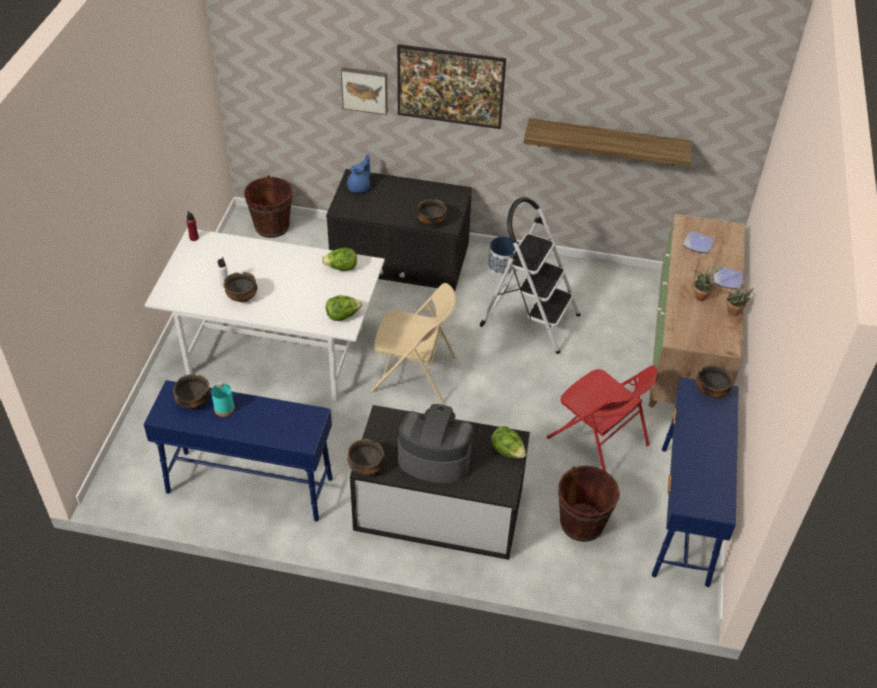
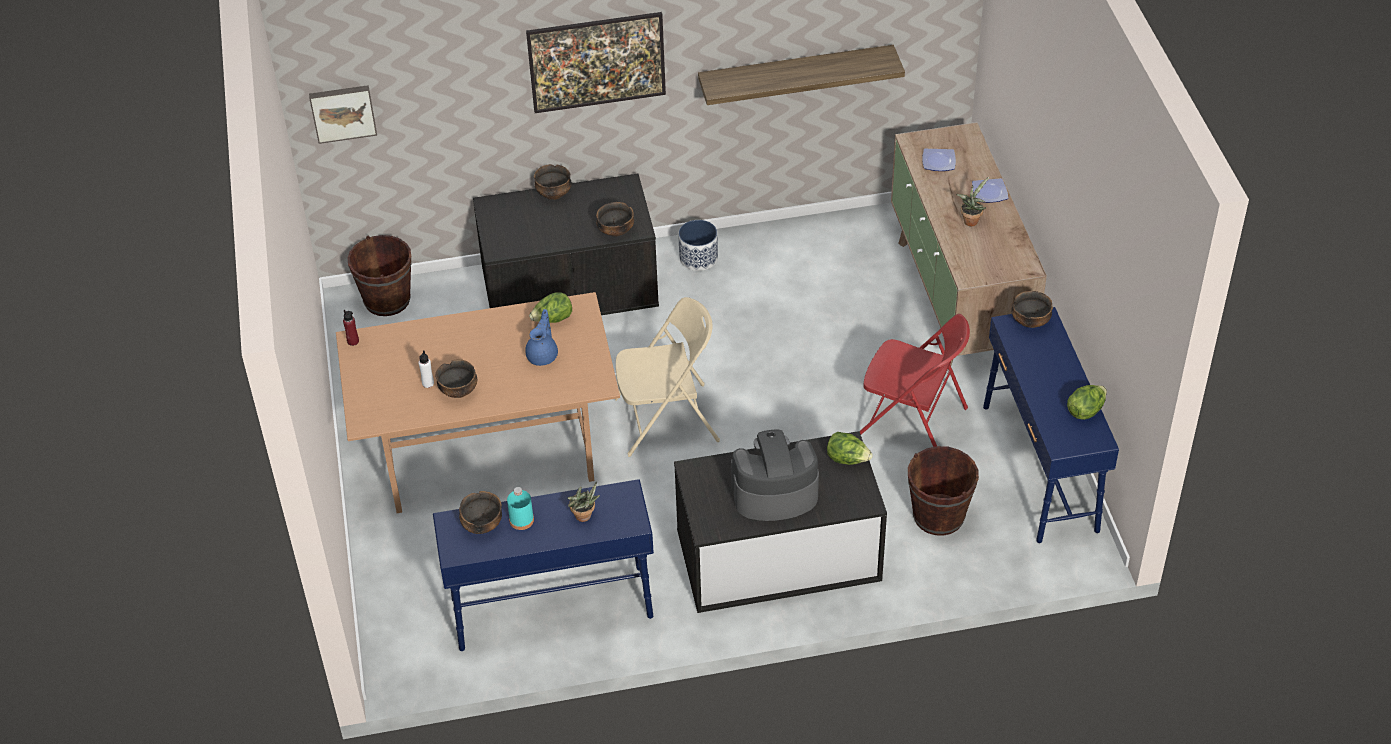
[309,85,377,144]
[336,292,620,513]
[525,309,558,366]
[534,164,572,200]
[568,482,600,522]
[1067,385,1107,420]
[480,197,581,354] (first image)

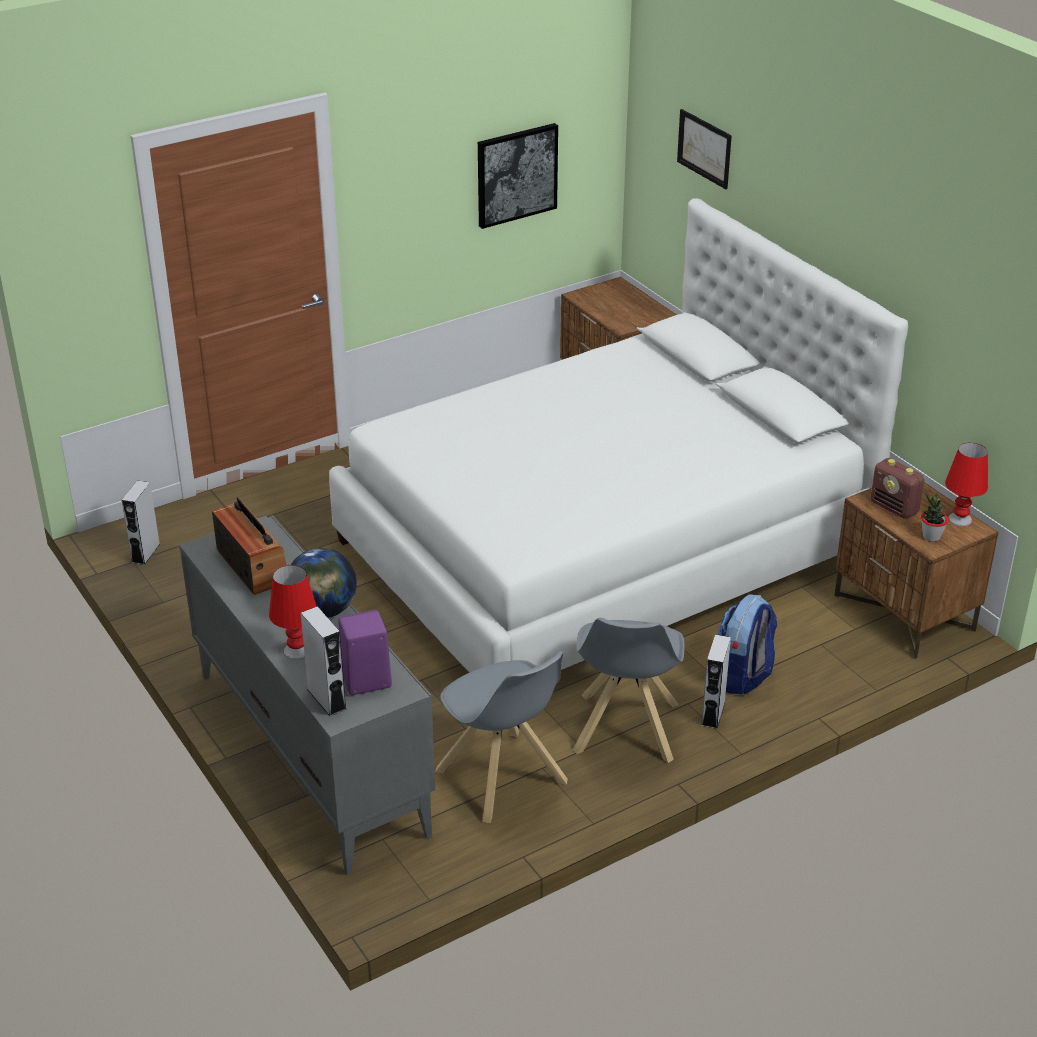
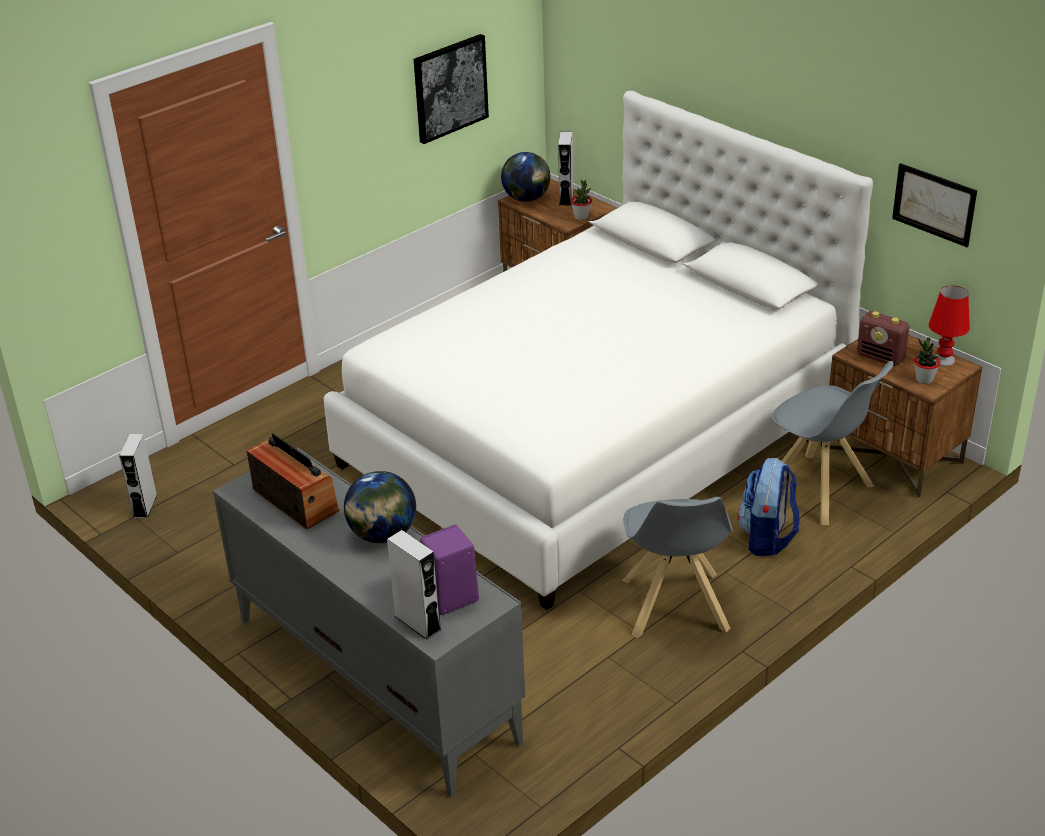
[501,152,550,202]
[558,132,574,205]
[571,180,592,220]
[772,361,893,525]
[892,163,977,247]
[269,565,317,660] (first image)

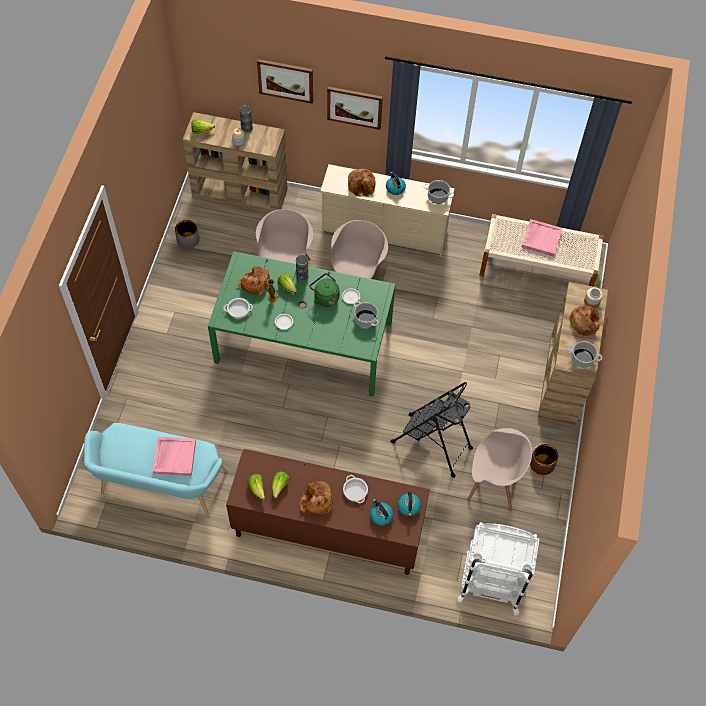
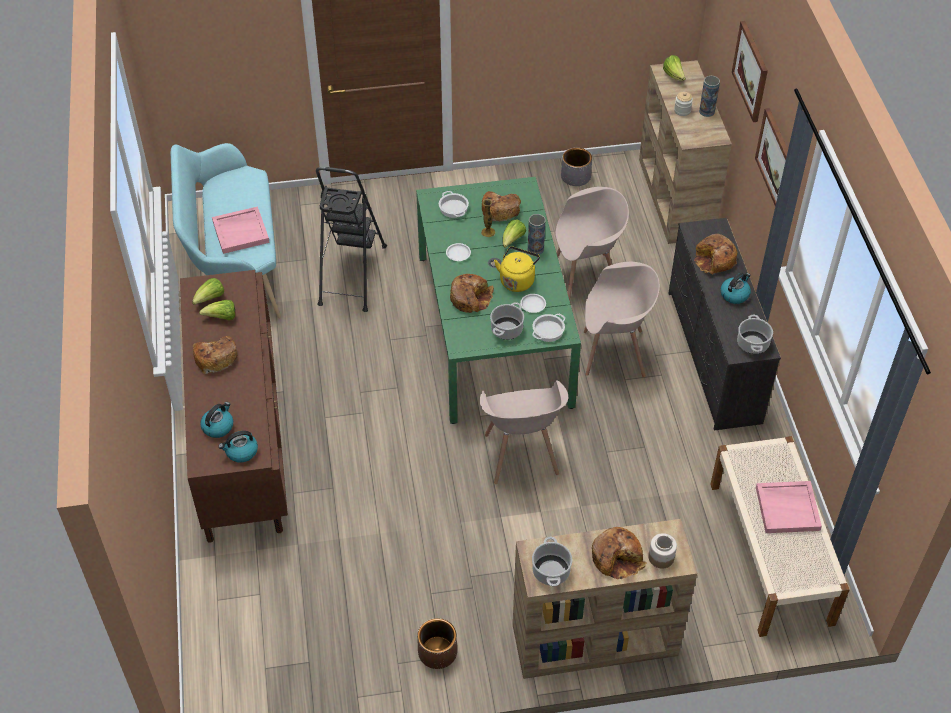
[316,167,387,312]
[450,274,494,313]
[480,380,568,484]
[494,246,540,292]
[532,313,566,342]
[668,218,781,431]
[457,522,539,616] (first image)

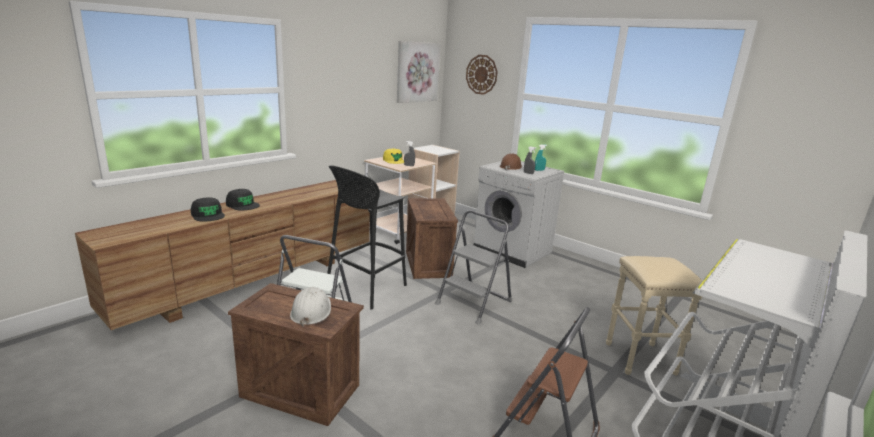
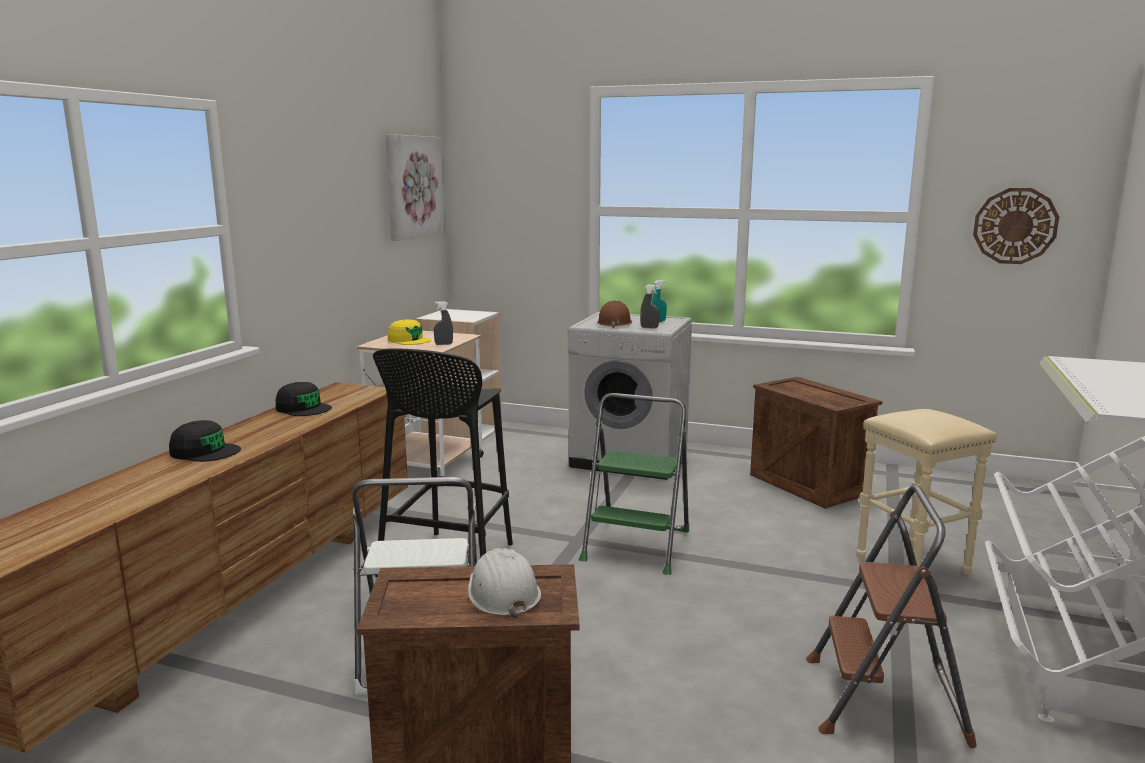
[276,382,332,416]
[579,393,689,575]
[750,377,882,508]
[973,188,1059,264]

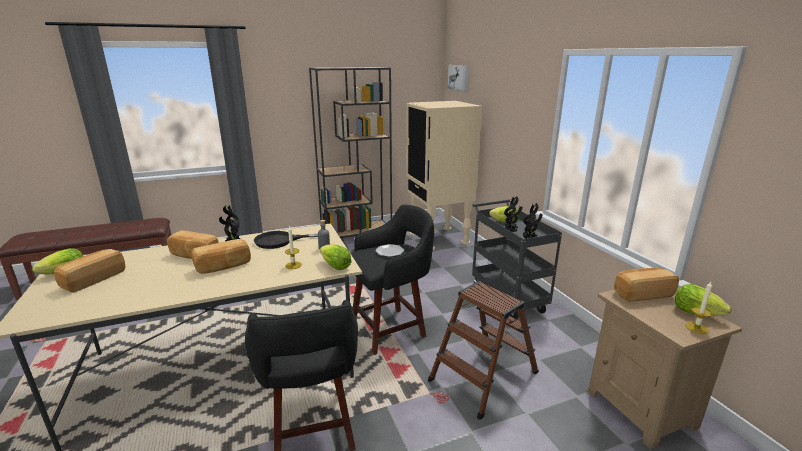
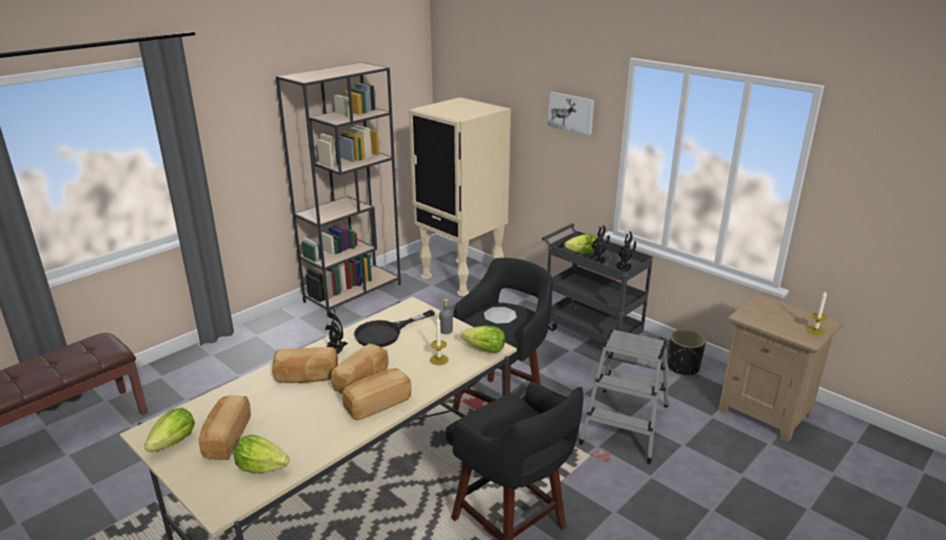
[234,435,290,473]
[342,368,412,421]
[548,92,594,136]
[579,329,669,464]
[667,329,706,377]

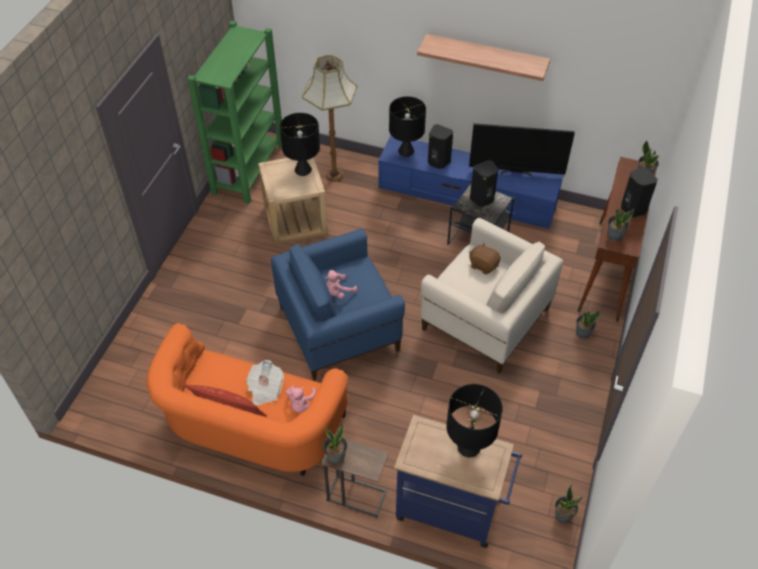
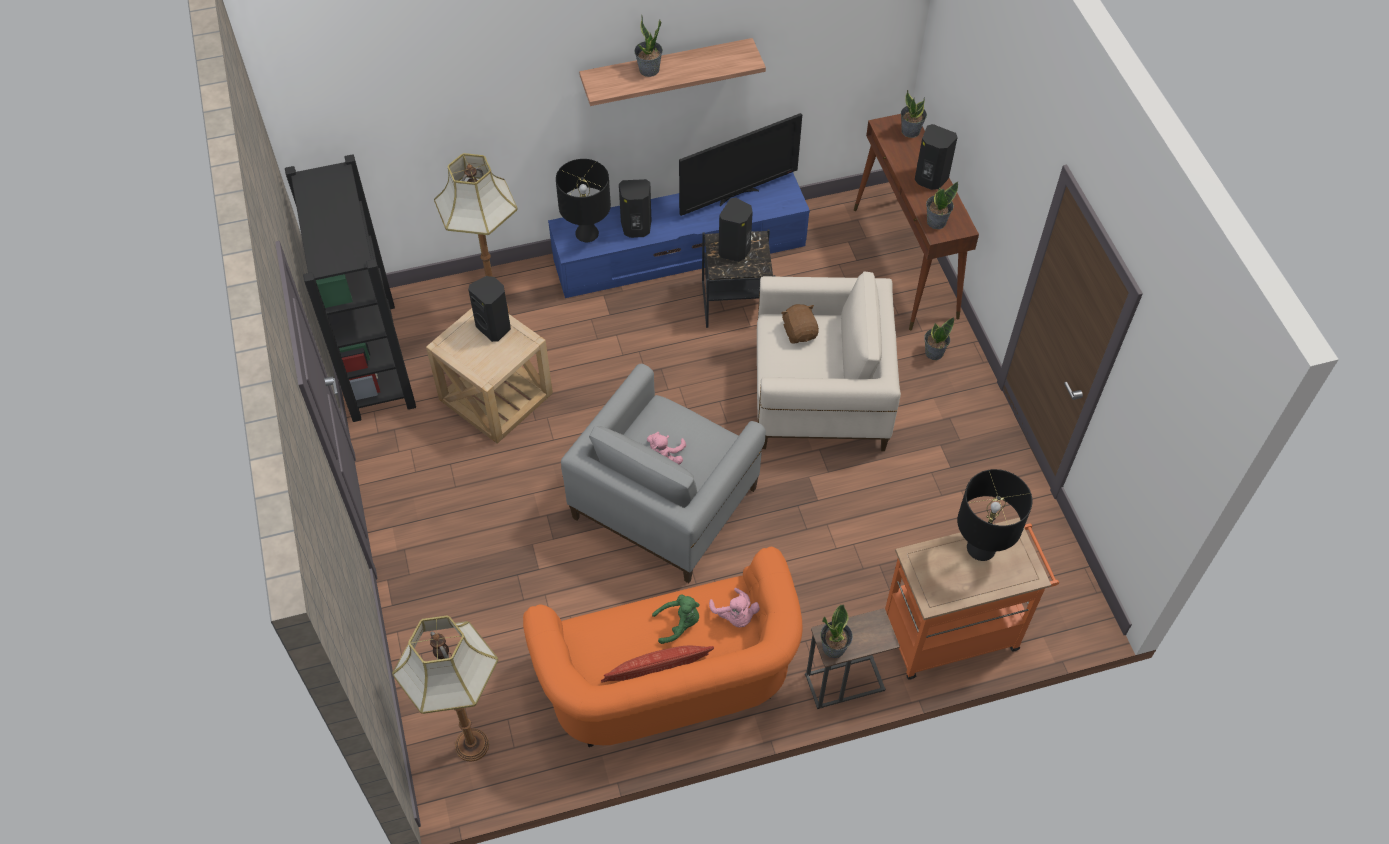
[285,154,416,422]
[392,615,498,762]
[468,276,511,342]
[561,364,766,583]
[634,14,663,77]
[652,594,700,644]
[781,304,819,344]
[885,518,1059,680]

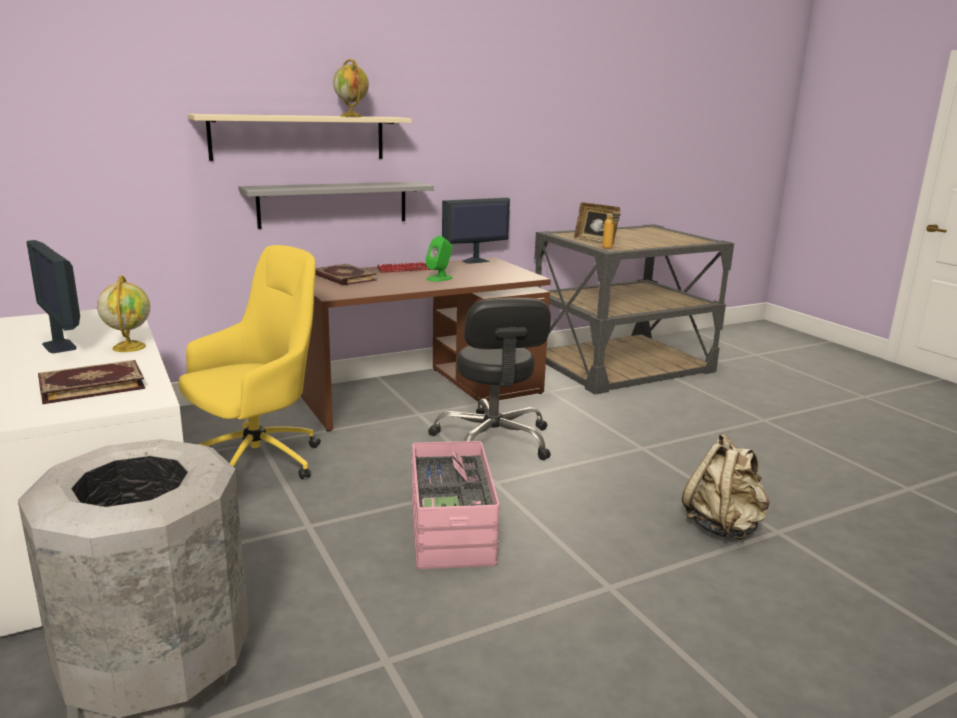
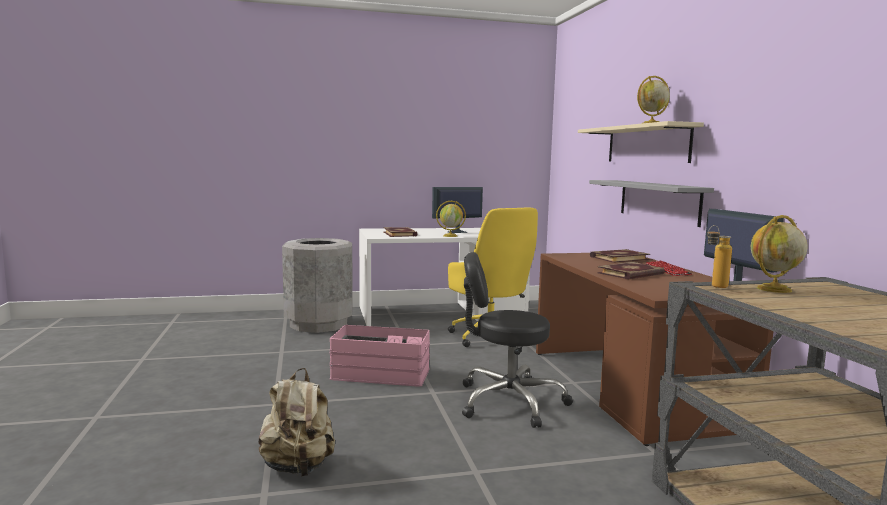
[597,262,665,280]
[751,215,807,293]

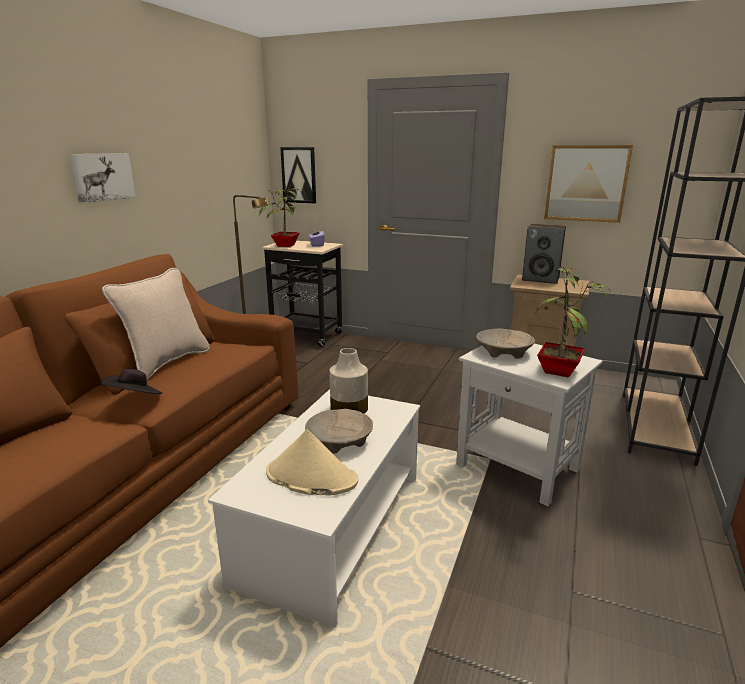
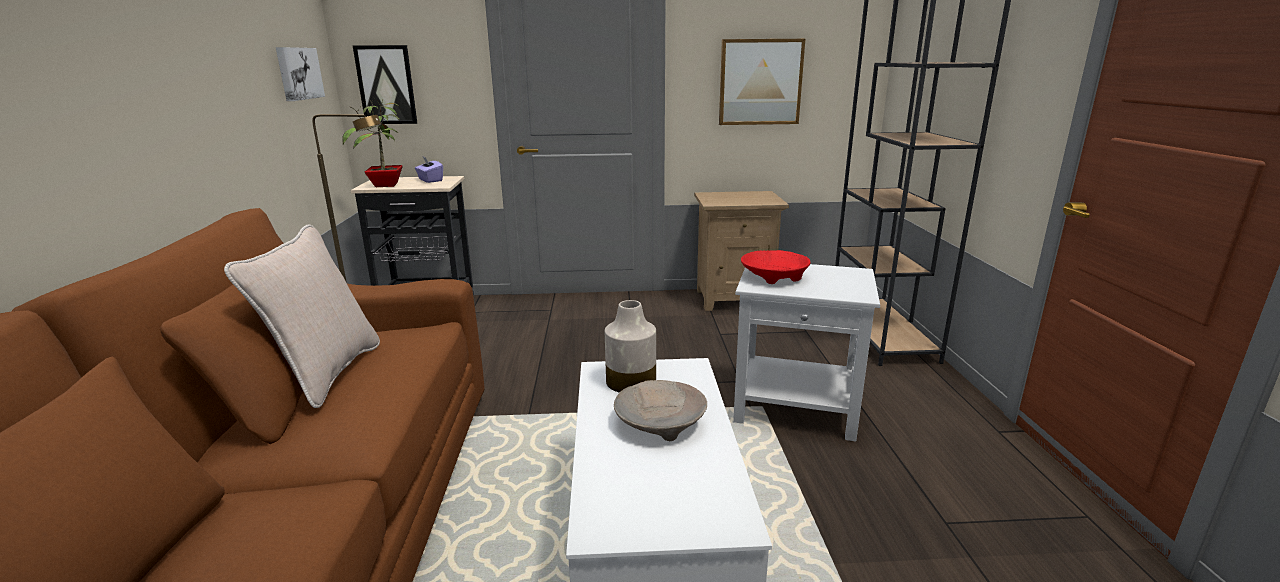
[276,47,325,101]
[741,250,811,284]
[101,369,162,394] (first image)
[266,429,358,495] (first image)
[522,224,566,284] (first image)
[536,266,611,377] (first image)

